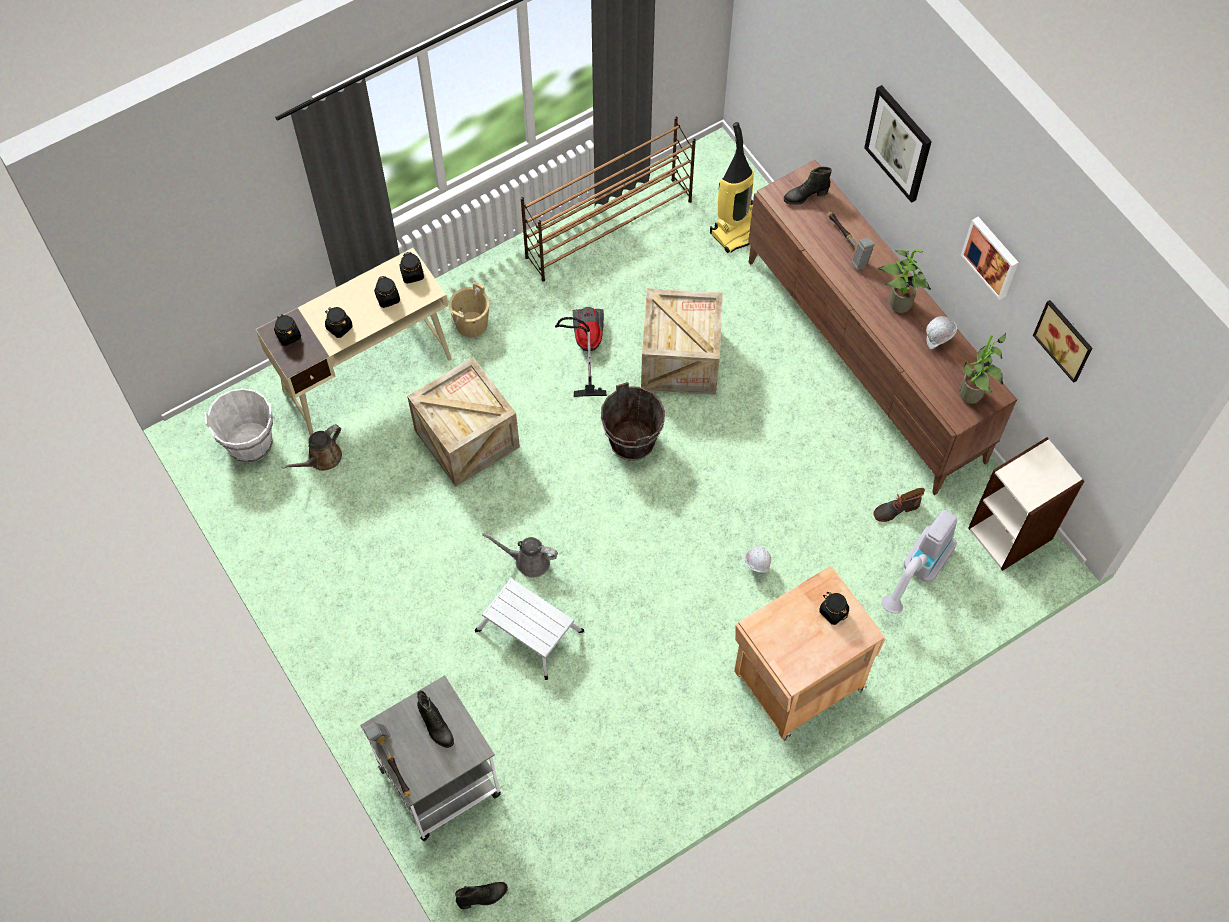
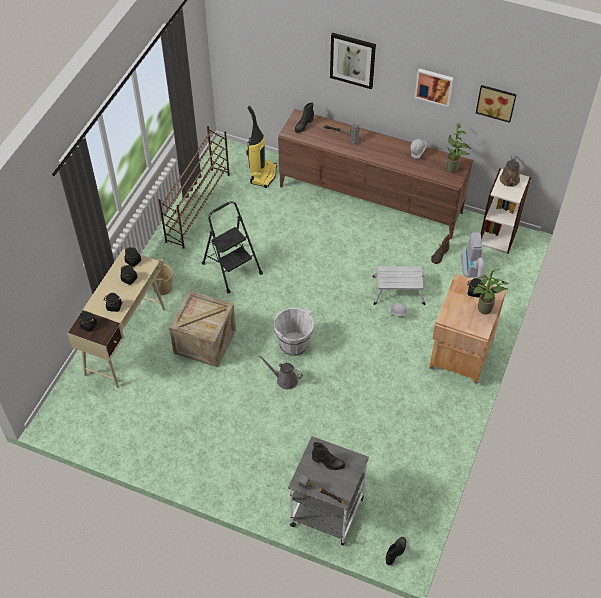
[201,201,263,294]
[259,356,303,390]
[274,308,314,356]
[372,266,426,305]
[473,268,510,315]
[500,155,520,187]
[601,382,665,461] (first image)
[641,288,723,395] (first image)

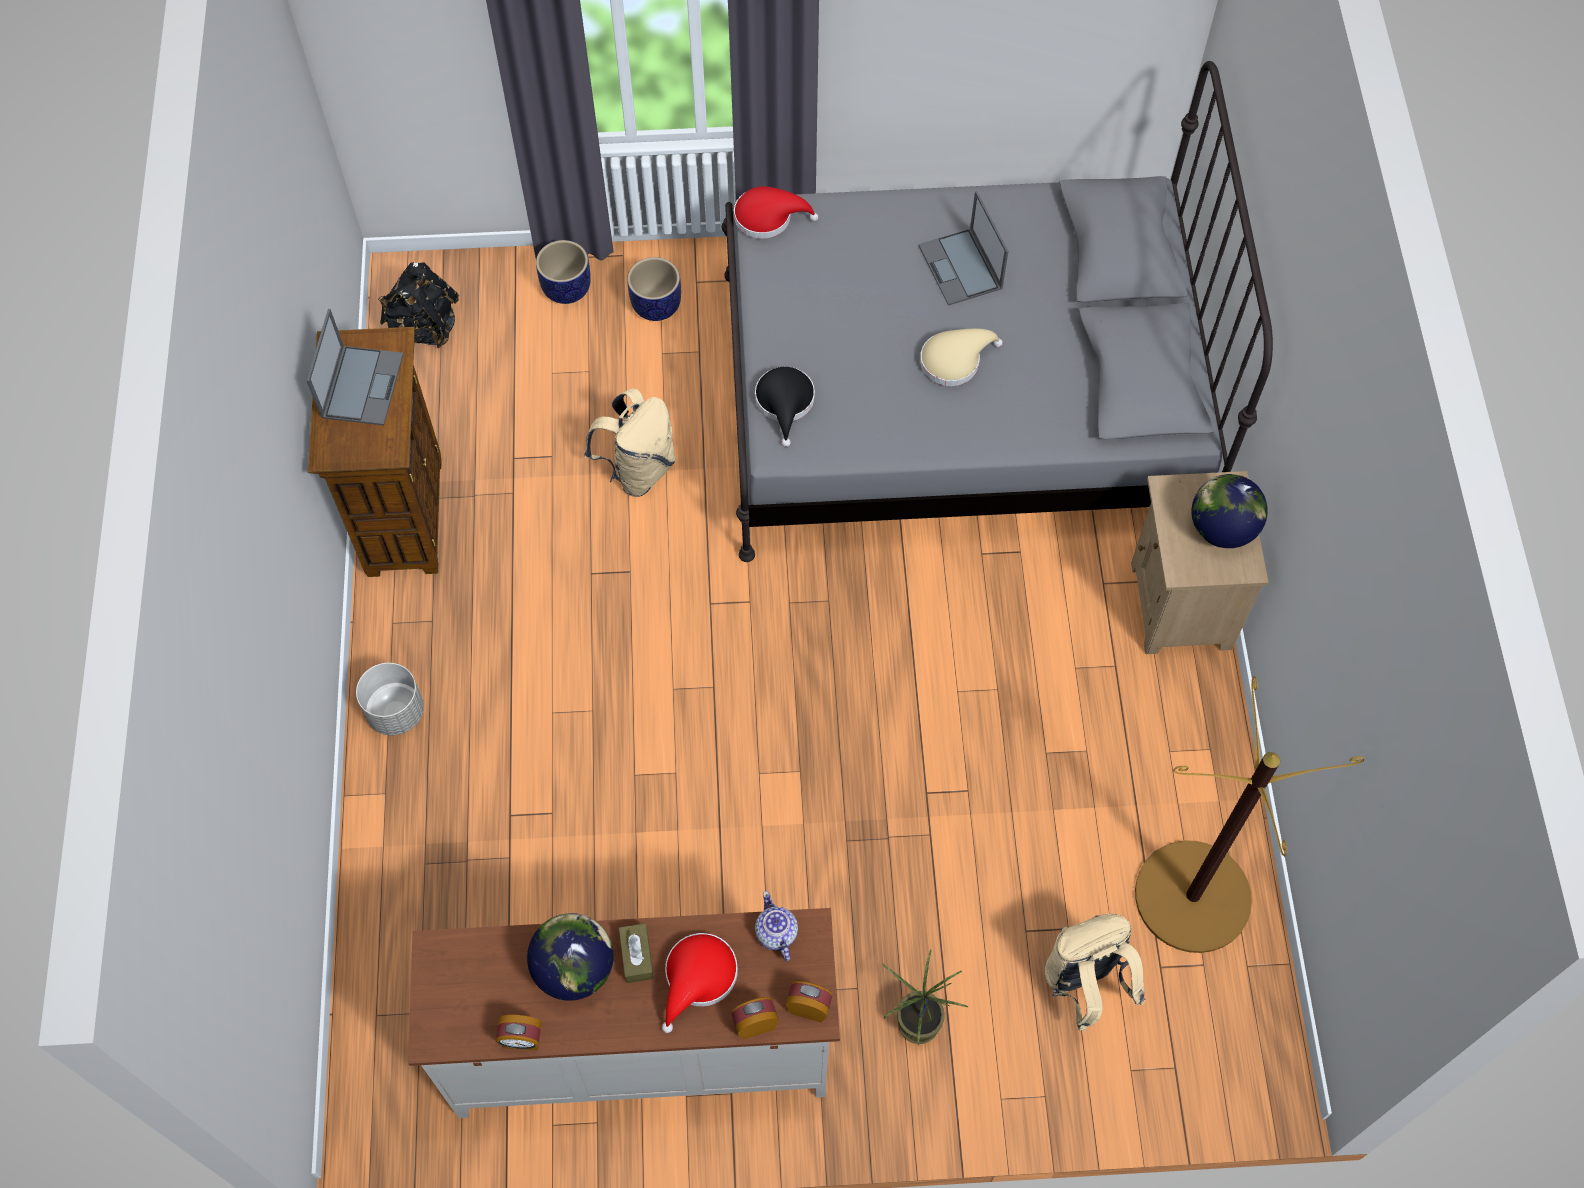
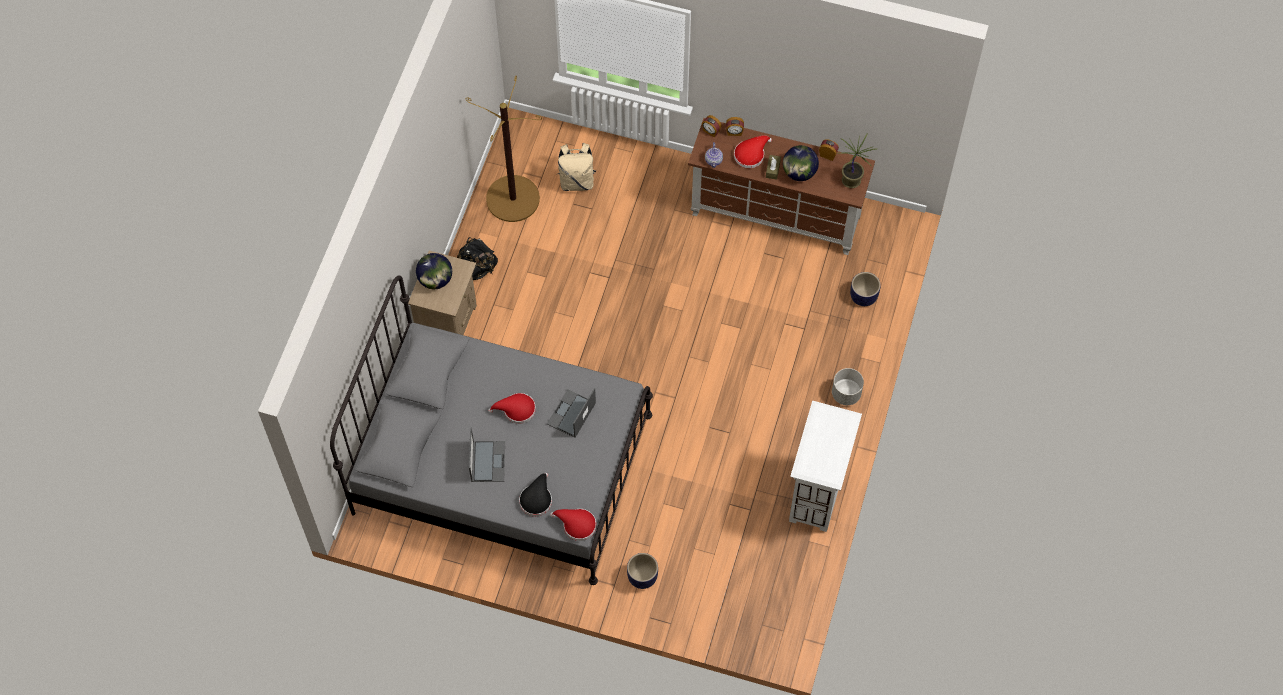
[457,237,498,280]
[488,393,536,424]
[519,473,552,516]
[547,388,596,438]
[789,400,862,532]
[838,133,878,188]
[850,272,881,306]
[584,388,676,497] (first image)

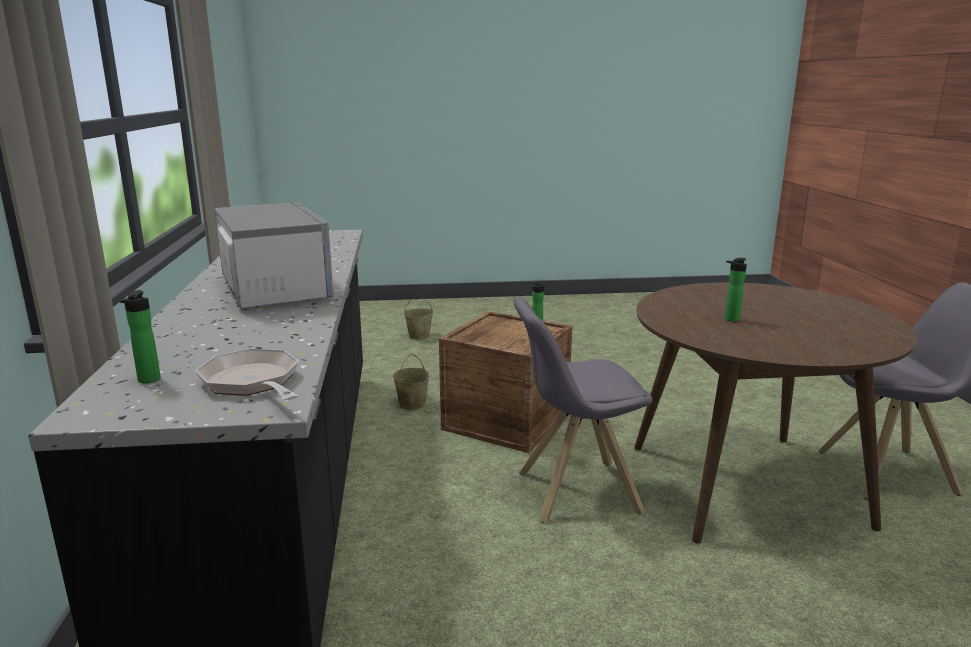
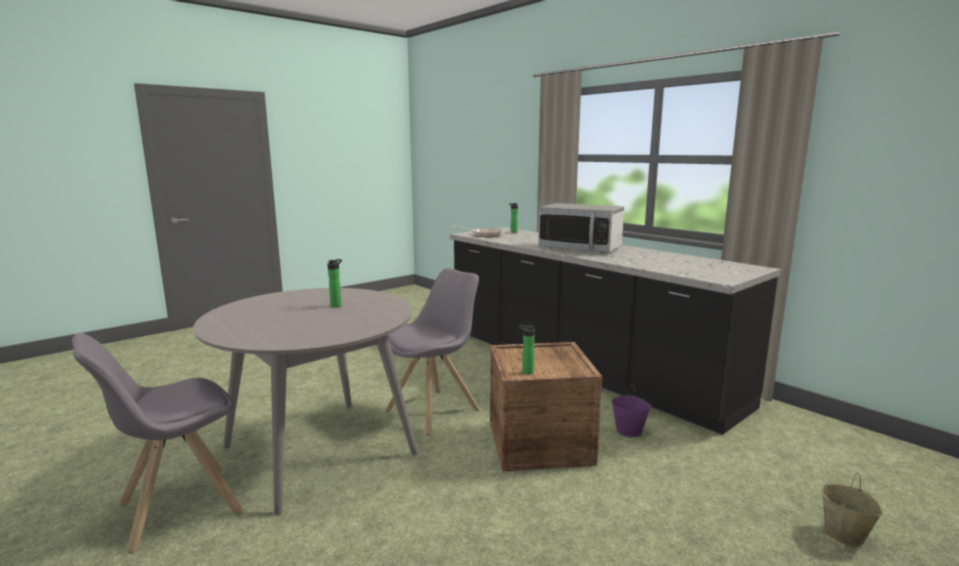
[193,288,418,515]
[611,384,652,437]

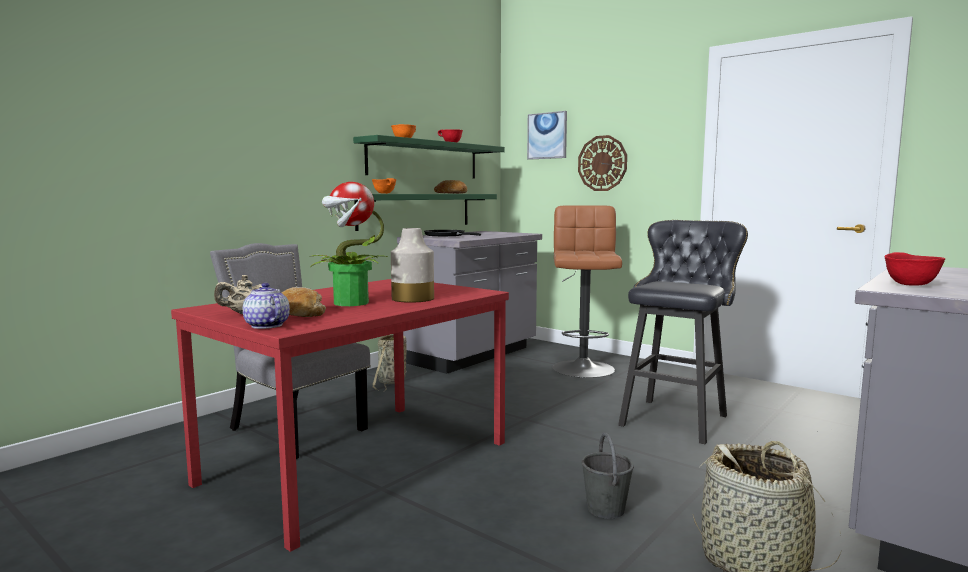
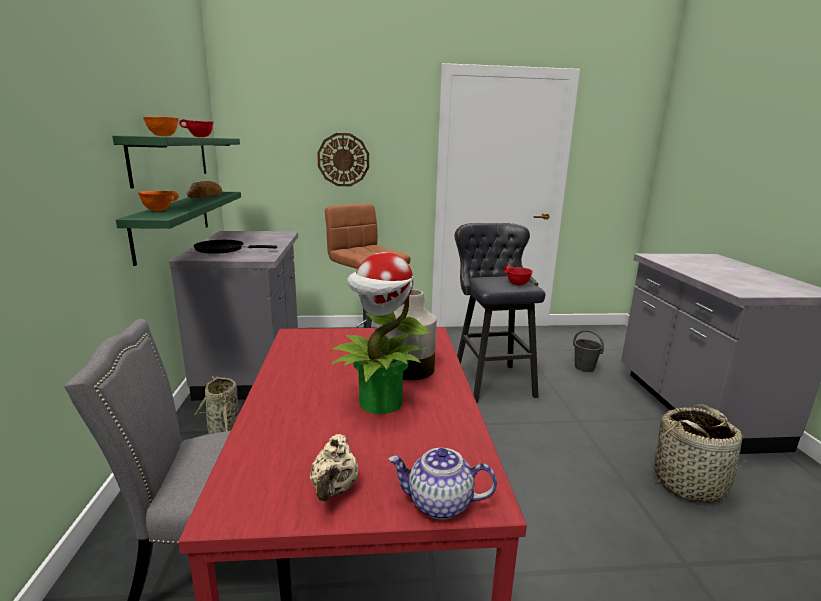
[504,266,533,286]
[573,330,604,372]
[282,287,326,317] (first image)
[527,111,567,160] (first image)

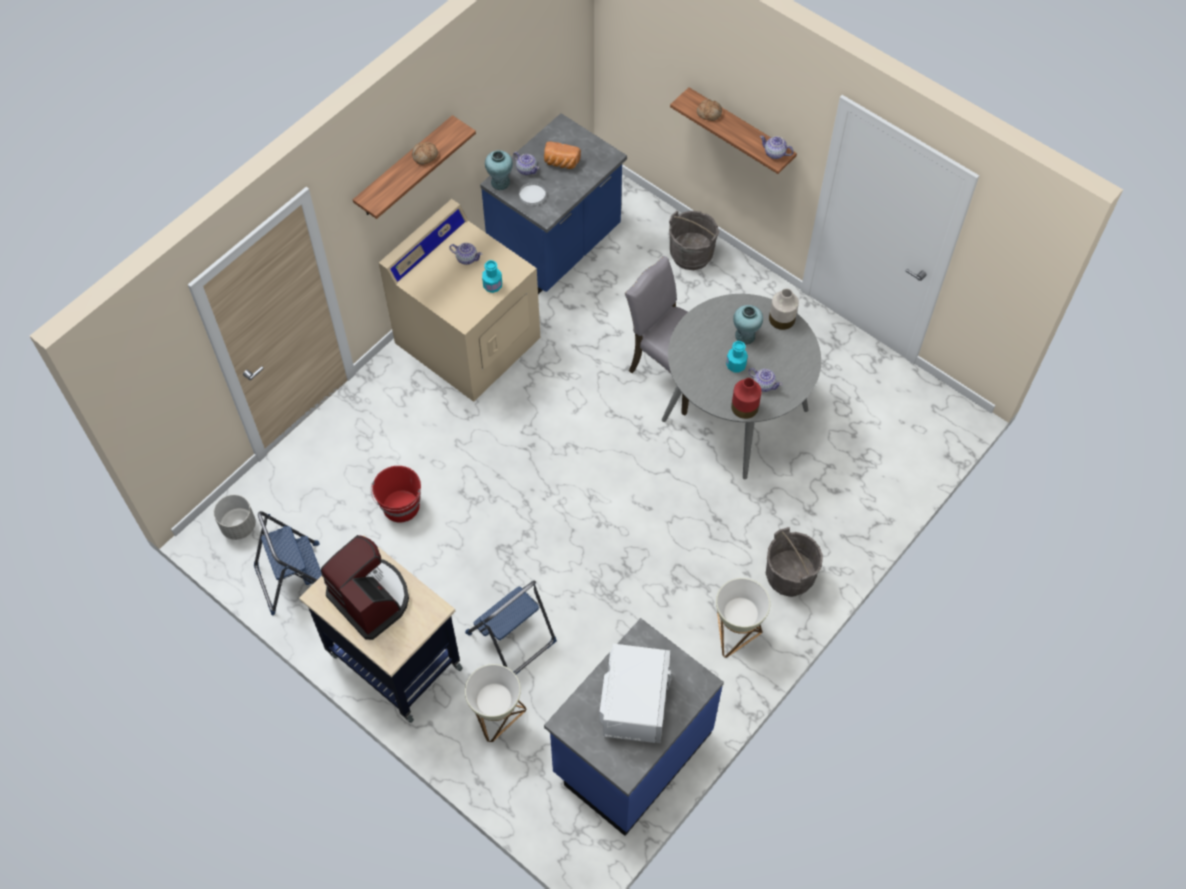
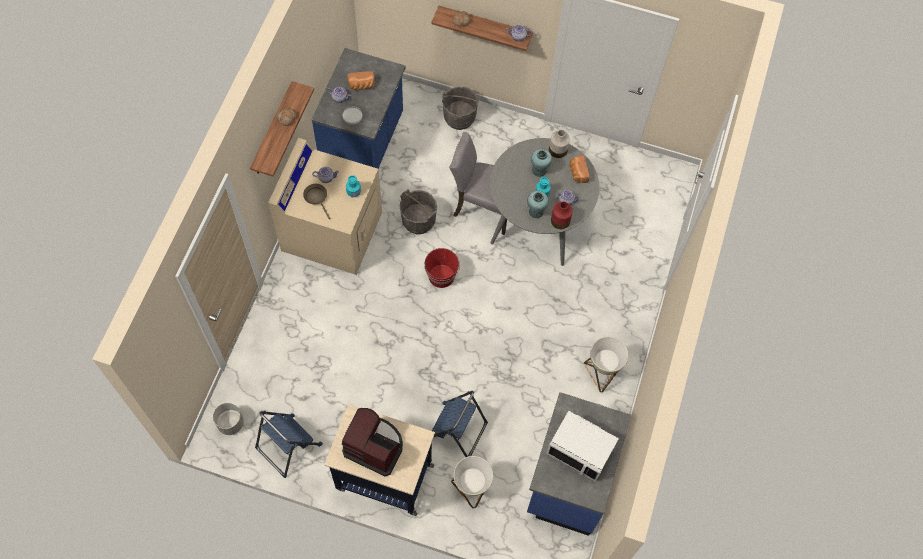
[303,184,330,219]
[399,189,437,234]
[425,248,460,288]
[527,191,549,218]
[546,411,619,482]
[570,155,590,183]

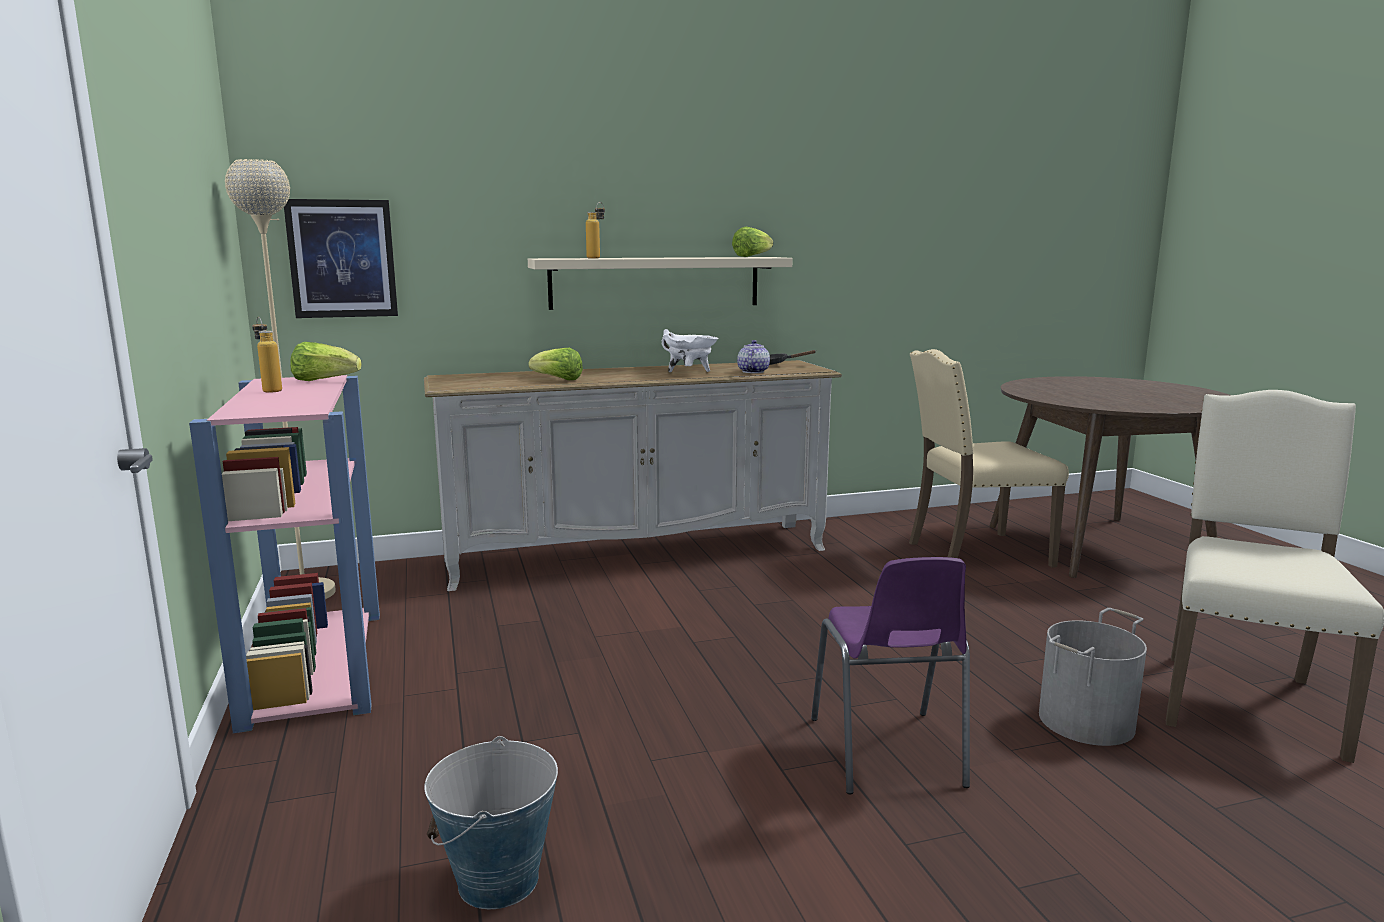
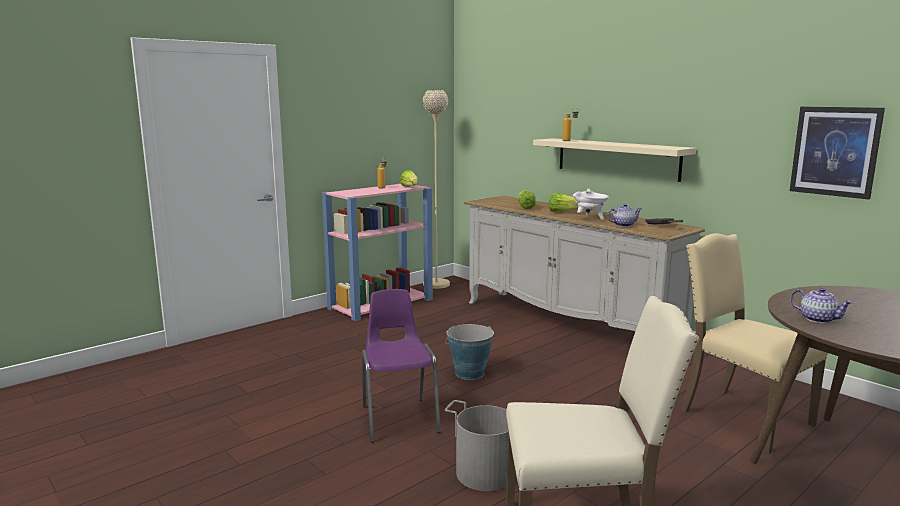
[362,289,441,442]
[445,324,494,380]
[549,193,578,212]
[790,107,885,199]
[790,288,853,323]

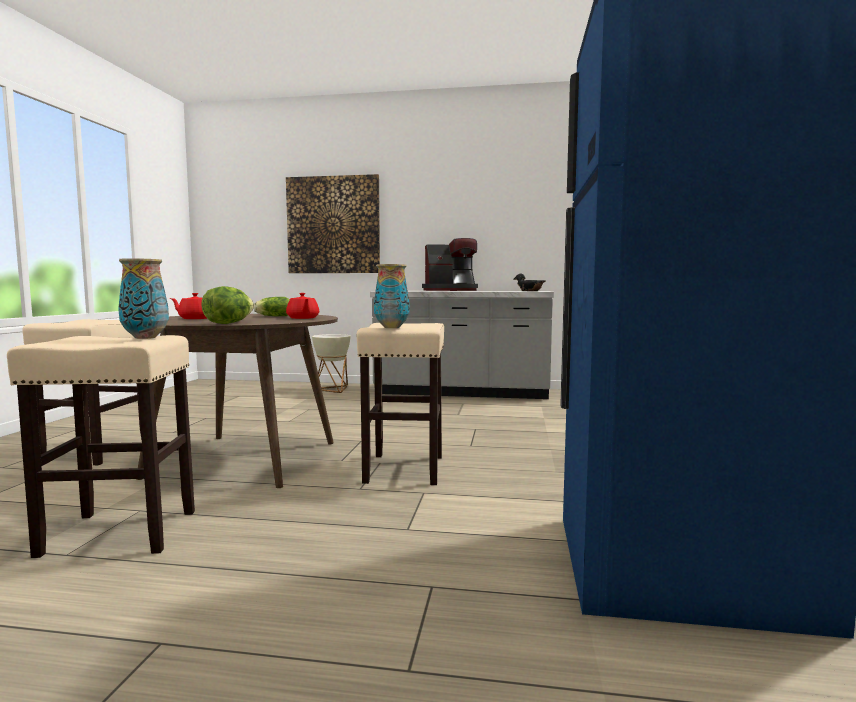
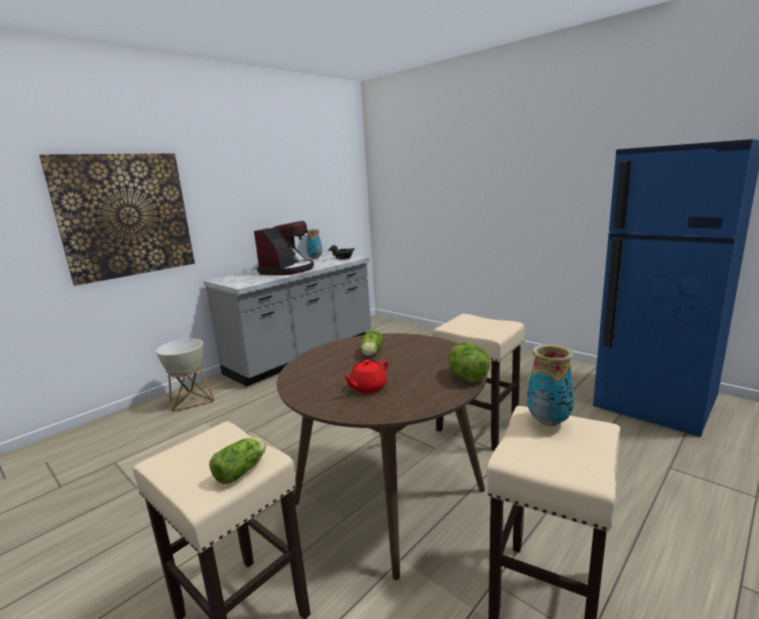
[209,438,266,484]
[306,229,322,259]
[286,293,319,319] (first image)

